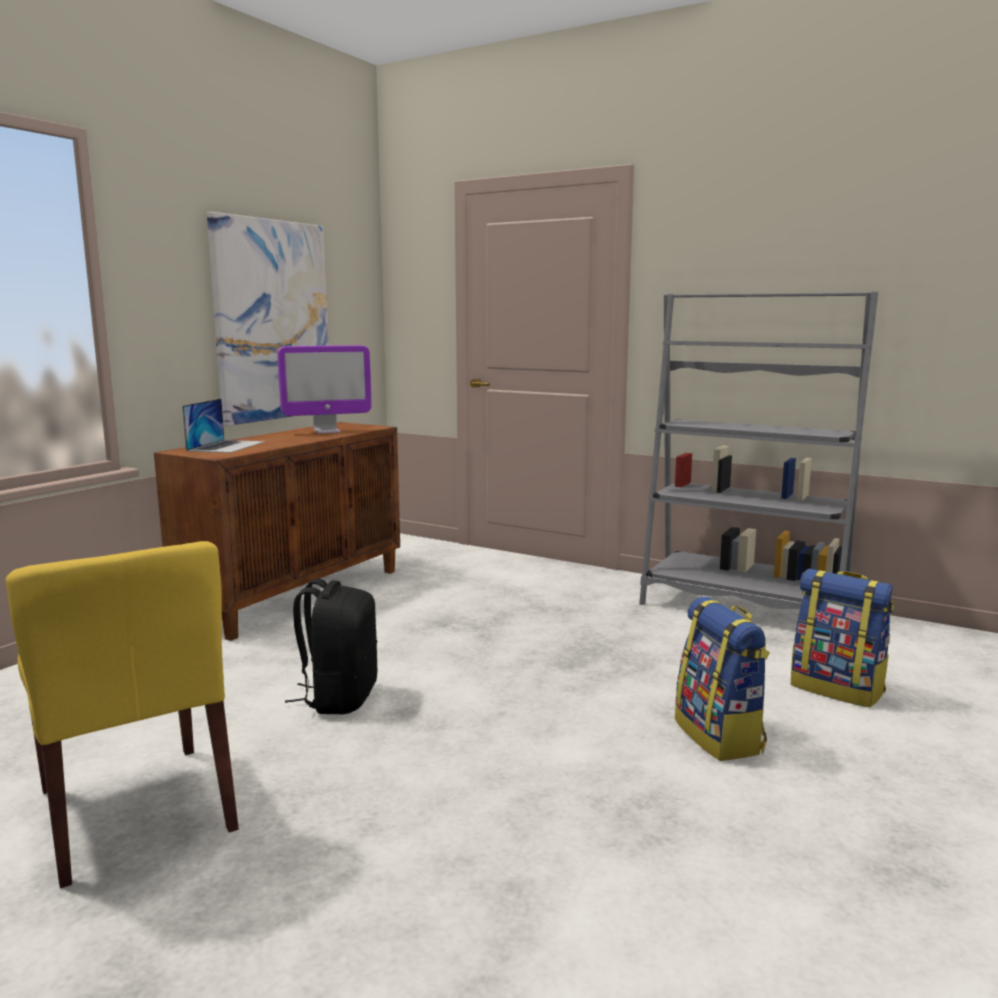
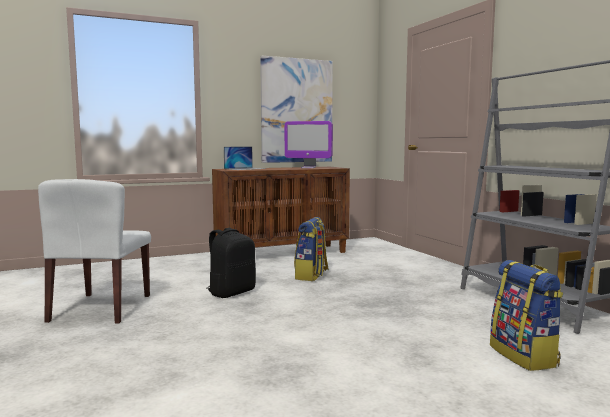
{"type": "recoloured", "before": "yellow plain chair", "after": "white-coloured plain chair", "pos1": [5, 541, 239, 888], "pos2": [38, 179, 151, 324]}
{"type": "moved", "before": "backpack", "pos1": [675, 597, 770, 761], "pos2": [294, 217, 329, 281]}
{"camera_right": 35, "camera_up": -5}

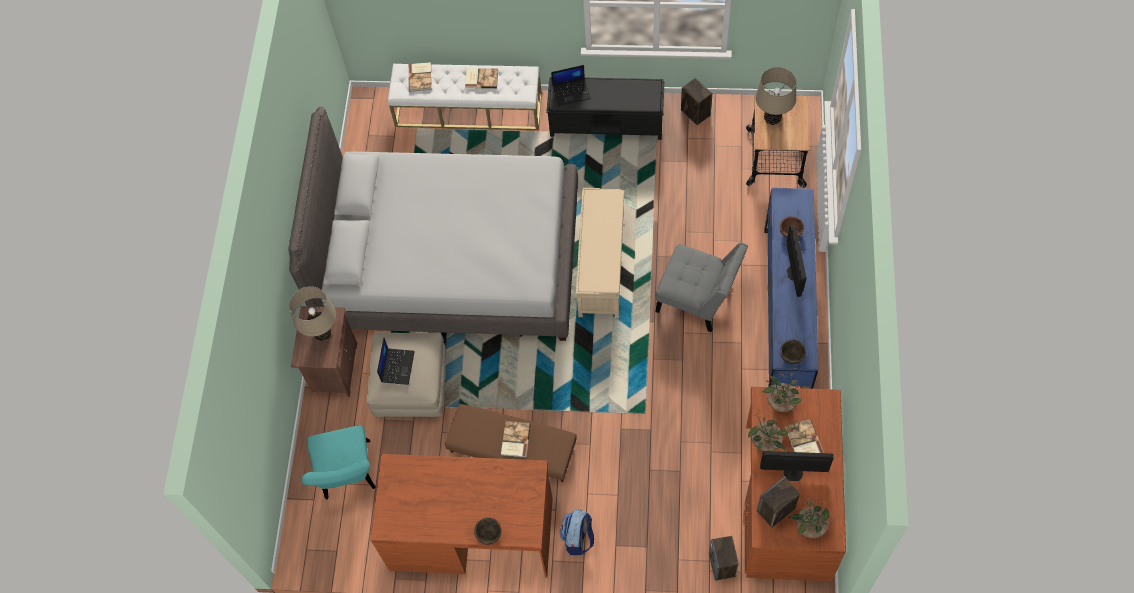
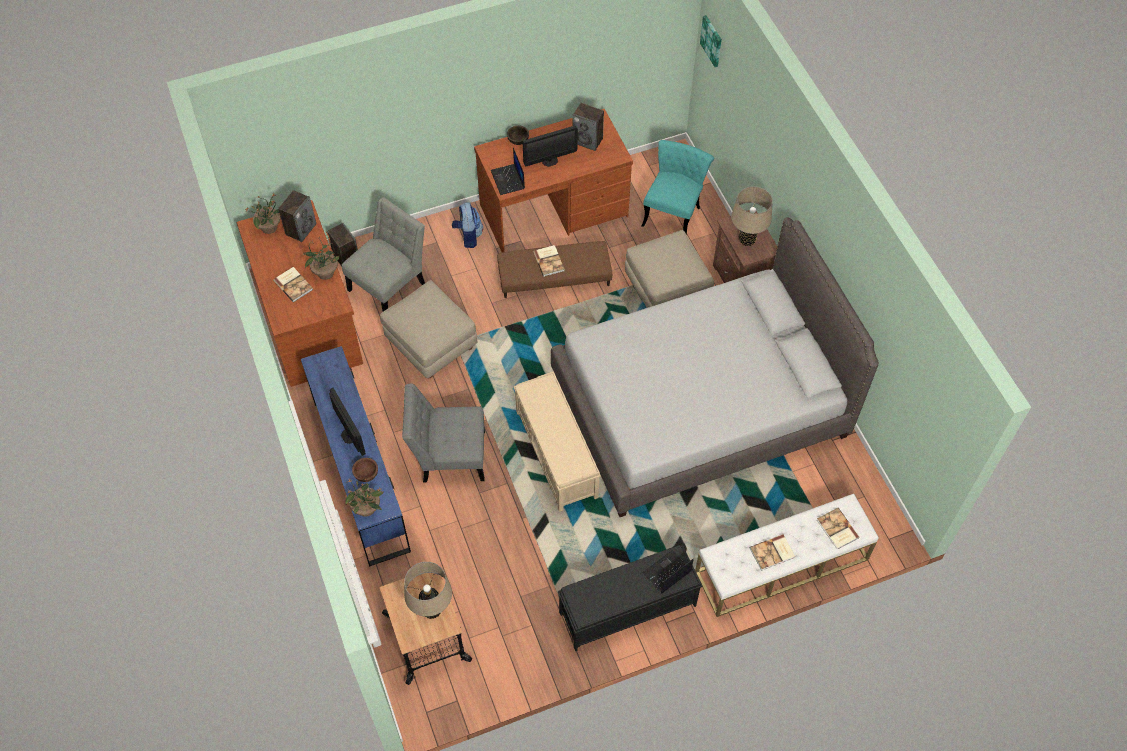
{"type": "moved", "before": "speaker", "pos1": [681, 77, 712, 125], "pos2": [572, 103, 604, 151]}
{"type": "moved", "before": "portable computer", "pos1": [377, 338, 415, 385], "pos2": [491, 148, 525, 195]}
{"type": "removed", "before": "brown serving bowl", "pos1": [780, 340, 806, 364]}
{"type": "moved", "before": "potted plant", "pos1": [762, 372, 802, 412], "pos2": [345, 478, 384, 517]}
{"type": "turned", "before": "turquoise plain chair", "pos1": [302, 426, 376, 499], "pos2": [641, 140, 714, 235], "turn": 60}
{"type": "moved", "before": "computer display", "pos1": [760, 451, 833, 481], "pos2": [523, 126, 578, 167]}
{"type": "added", "after": "wall art", "pos2": [700, 15, 722, 67]}
{"type": "added", "after": "greyish plain chair", "pos2": [342, 197, 425, 312]}
{"type": "added", "after": "sand-coloured pouffe", "pos2": [380, 280, 477, 378]}
{"camera_right": 150, "camera_up": -5}

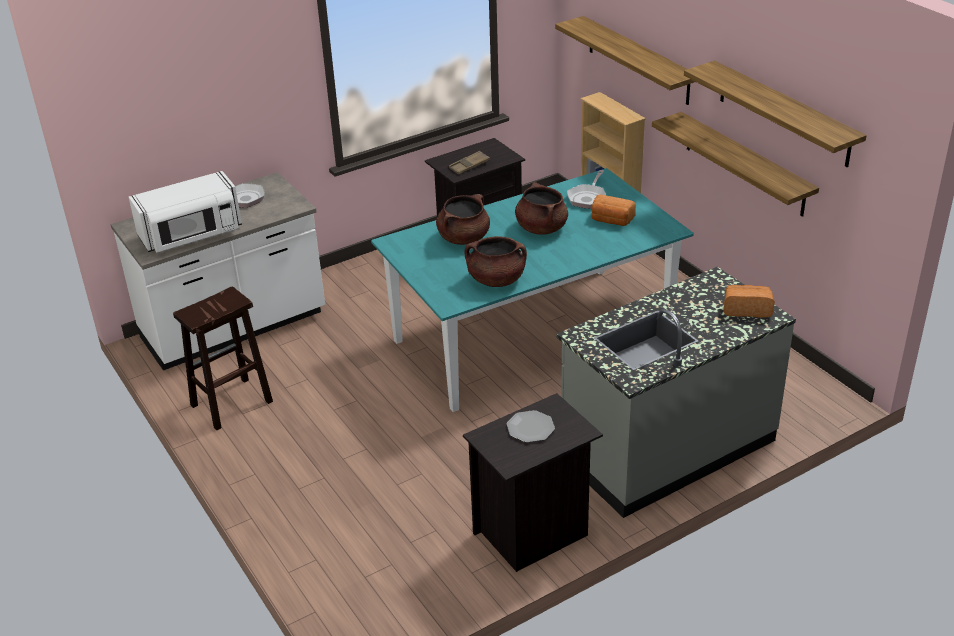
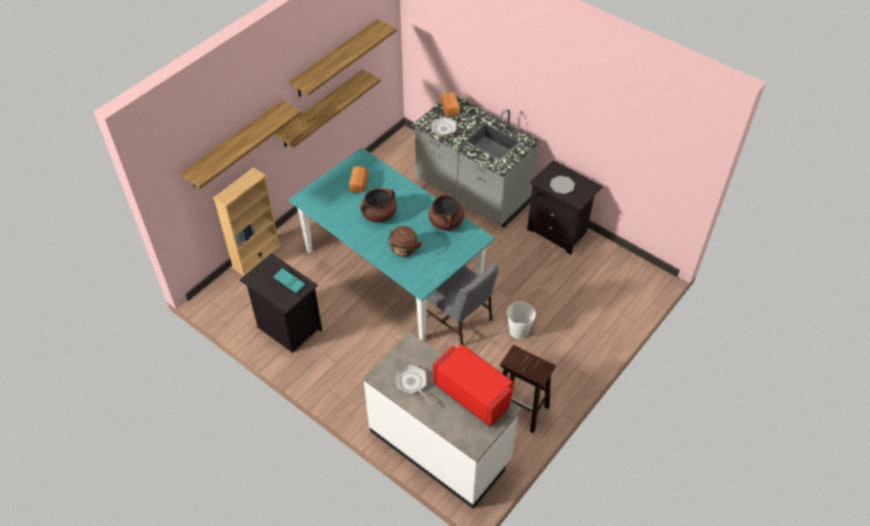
{"type": "recoloured", "before": "brown serving tray", "after": "turquoise serving tray", "pos1": [449, 151, 490, 175], "pos2": [273, 268, 305, 294]}
{"type": "moved", "before": "frying pan", "pos1": [567, 170, 606, 209], "pos2": [413, 117, 456, 137]}
{"type": "recoloured", "before": "white-coloured kitchen microwave", "after": "reddish kitchen microwave", "pos1": [129, 171, 242, 253], "pos2": [433, 345, 514, 427]}
{"type": "replaced", "before": "brown saucepot", "after": "brown tea kettle", "pos1": [436, 194, 490, 245], "pos2": [387, 226, 423, 257]}
{"type": "added", "after": "greyish plain chair", "pos2": [426, 261, 499, 345]}
{"type": "added", "after": "white-coloured pail", "pos2": [507, 301, 536, 339]}
{"camera_right": -110, "camera_up": 15}

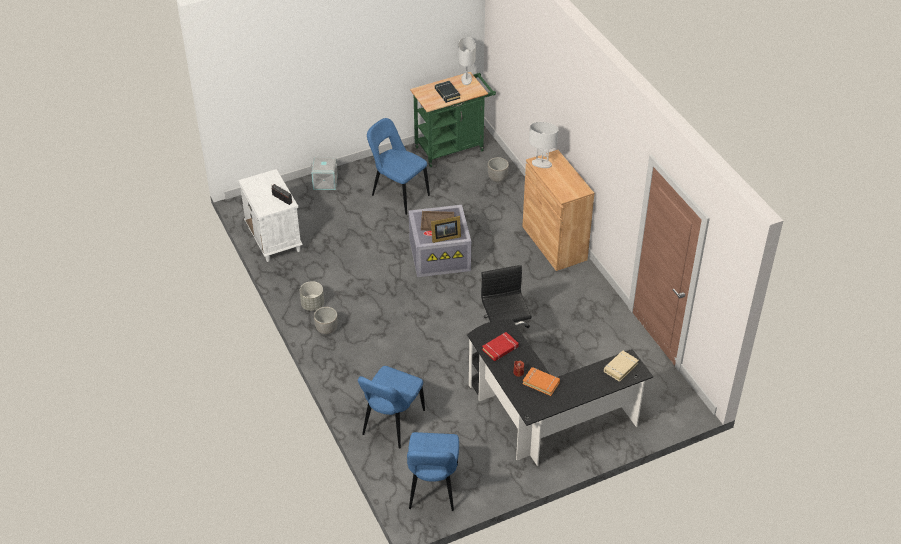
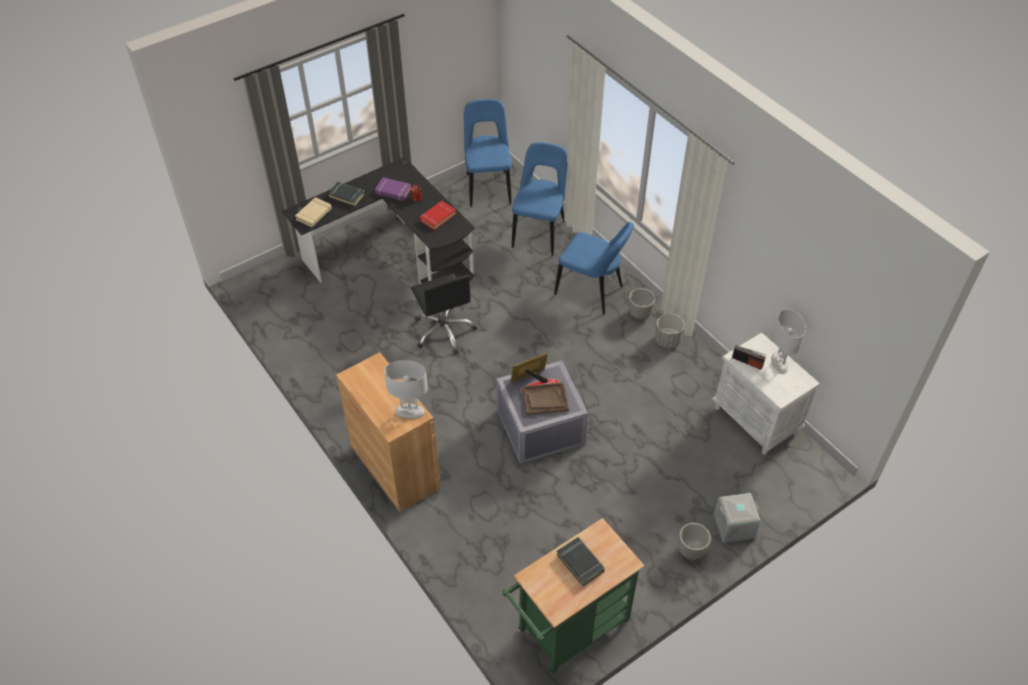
{"type": "moved", "before": "white-coloured tabletop lamp", "pos1": [458, 37, 476, 85], "pos2": [771, 309, 806, 373]}
{"type": "moved", "before": "bluish plain chair", "pos1": [367, 118, 430, 215], "pos2": [554, 222, 634, 315]}
{"type": "moved", "before": "planter", "pos1": [488, 157, 509, 182], "pos2": [678, 523, 711, 560]}
{"type": "recoloured", "before": "orange-coloured volume", "after": "purple-coloured volume", "pos1": [523, 367, 560, 396], "pos2": [375, 177, 411, 201]}
{"type": "added", "after": "blackish volume", "pos2": [327, 182, 365, 207]}
{"camera_right": 170, "camera_up": 5}

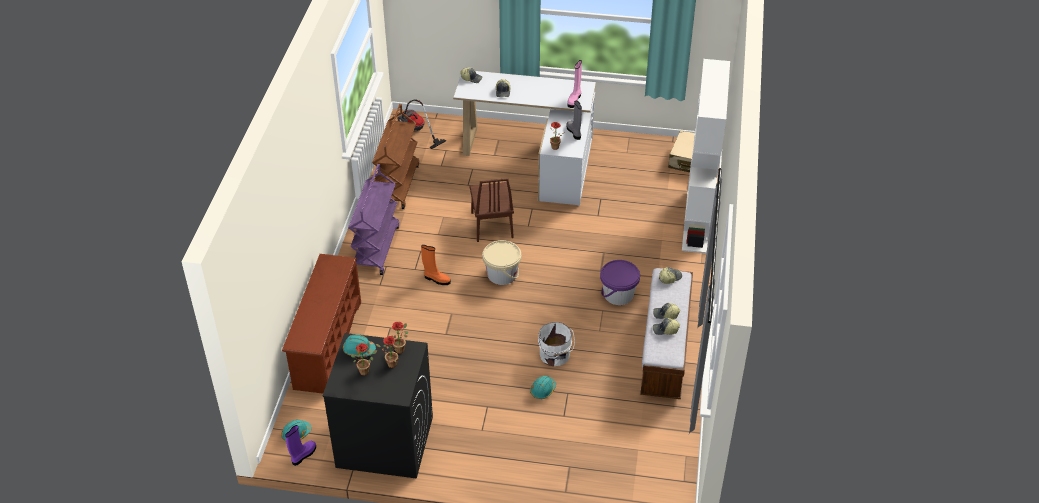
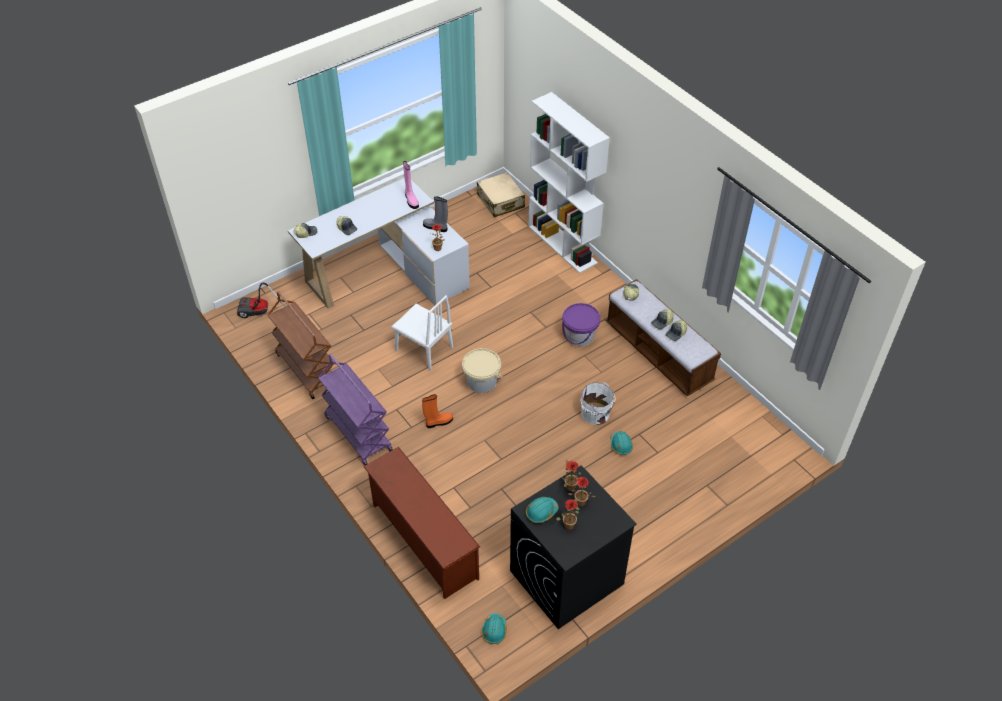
{"type": "recoloured", "before": "brown plain chair", "after": "white-coloured plain chair", "pos1": [469, 178, 514, 242], "pos2": [391, 295, 453, 370]}
{"type": "removed", "before": "purple-coloured tall boot", "pos1": [285, 425, 316, 466]}
{"camera_right": -45, "camera_up": 5}

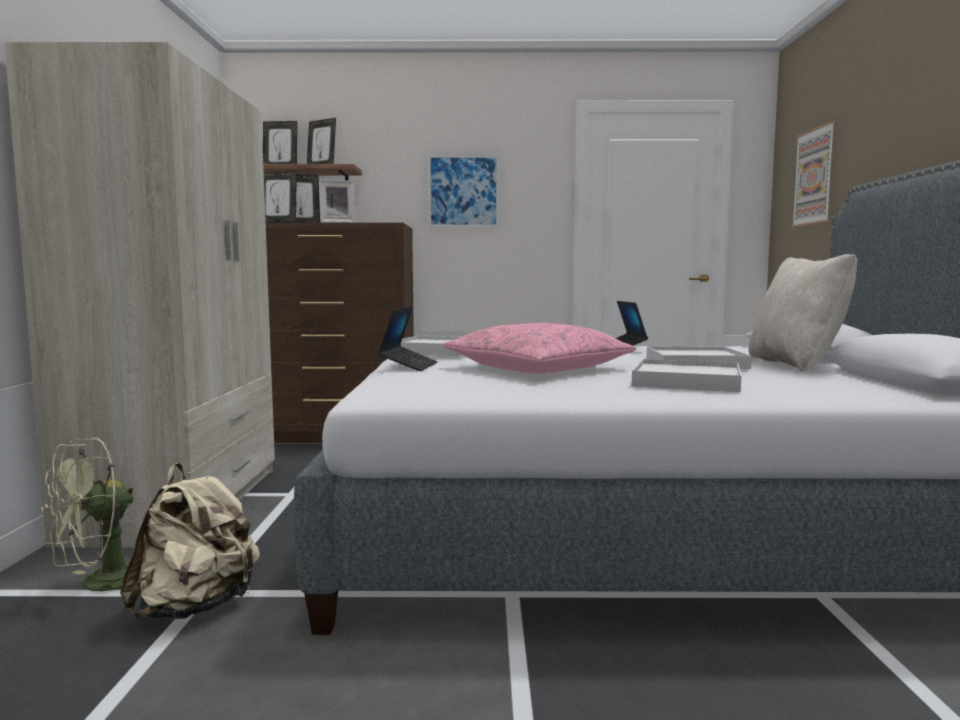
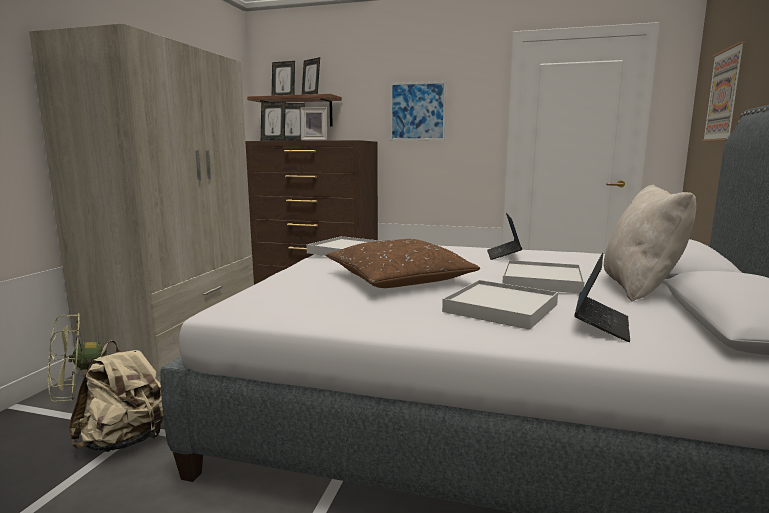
{"type": "moved", "before": "portable computer", "pos1": [378, 306, 438, 371], "pos2": [574, 253, 630, 342]}
{"type": "recoloured", "before": "pink cushion", "after": "brown cushion", "pos1": [442, 323, 636, 374], "pos2": [326, 239, 480, 288]}
{"camera_right": 15, "camera_up": 5}

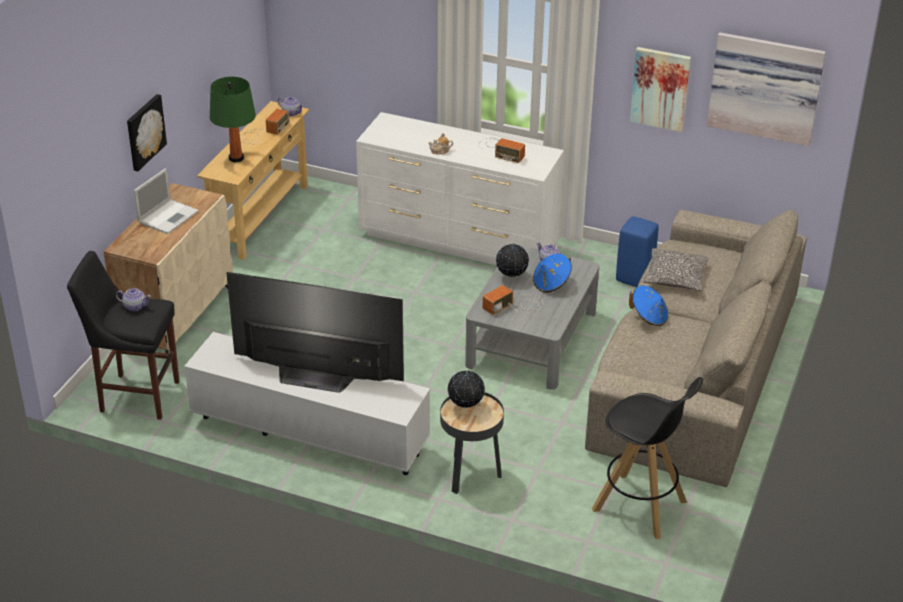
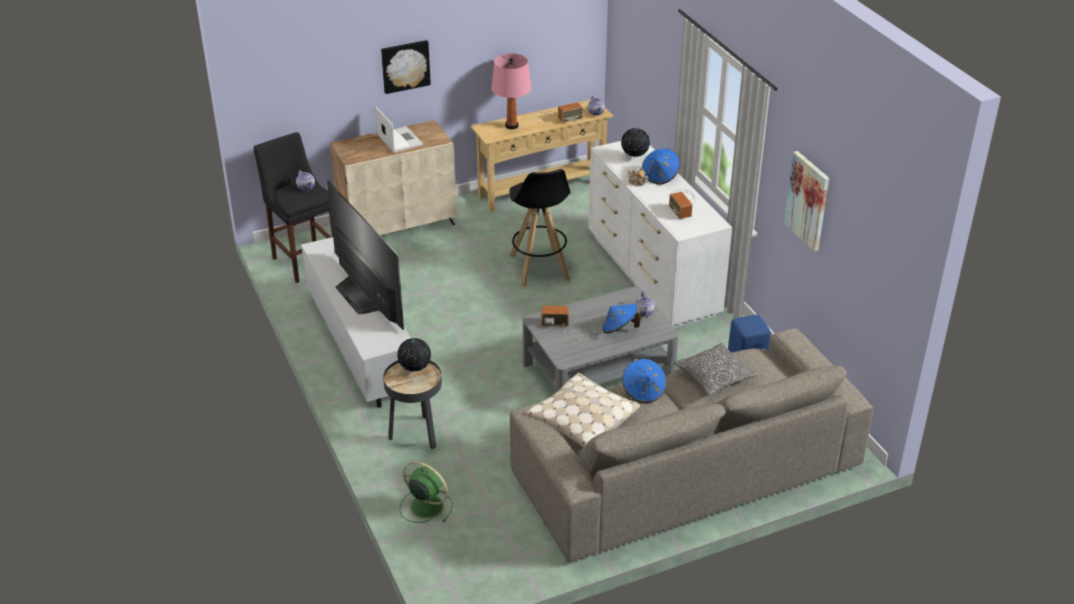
{"type": "removed", "before": "wall art", "pos1": [707, 32, 826, 146]}
{"type": "recoloured", "before": "green tabletop lamp", "after": "pink tabletop lamp", "pos1": [210, 77, 256, 162], "pos2": [491, 53, 531, 129]}
{"type": "turned", "before": "portable computer", "pos1": [134, 168, 199, 234], "pos2": [375, 106, 423, 153], "turn": -105}
{"type": "moved", "before": "globe", "pos1": [496, 243, 529, 278], "pos2": [621, 126, 650, 159]}
{"type": "moved", "before": "blackish stool", "pos1": [592, 377, 703, 539], "pos2": [509, 169, 570, 287]}
{"type": "added", "after": "bluish clothing hat", "pos2": [642, 148, 680, 185]}
{"type": "added", "after": "sand-coloured cushion", "pos2": [525, 373, 640, 447]}
{"type": "added", "after": "green fan", "pos2": [400, 461, 453, 523]}
{"camera_right": 45, "camera_up": 0}

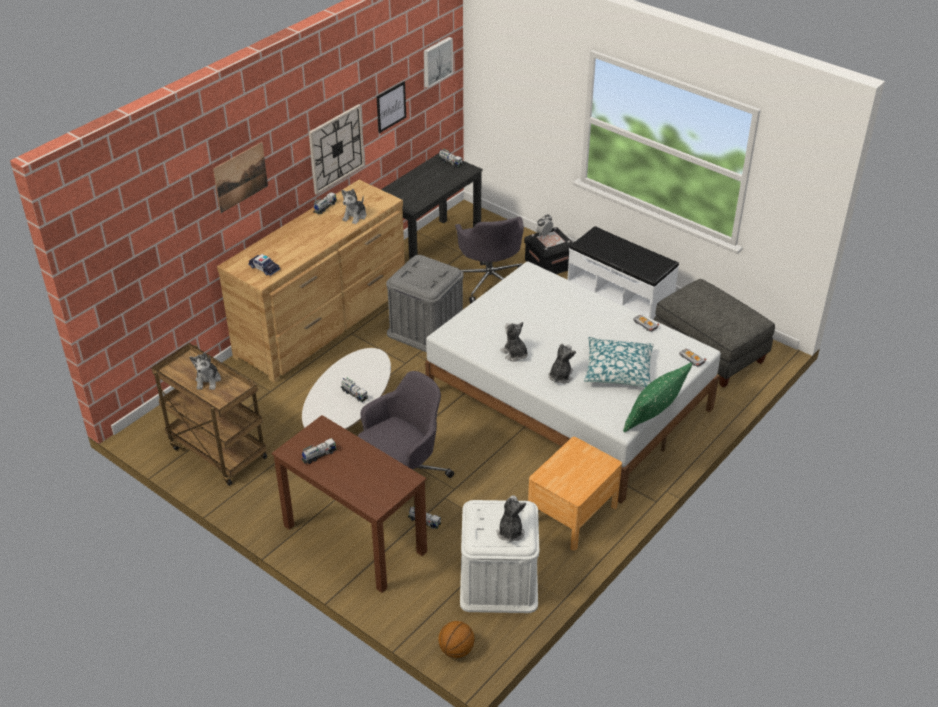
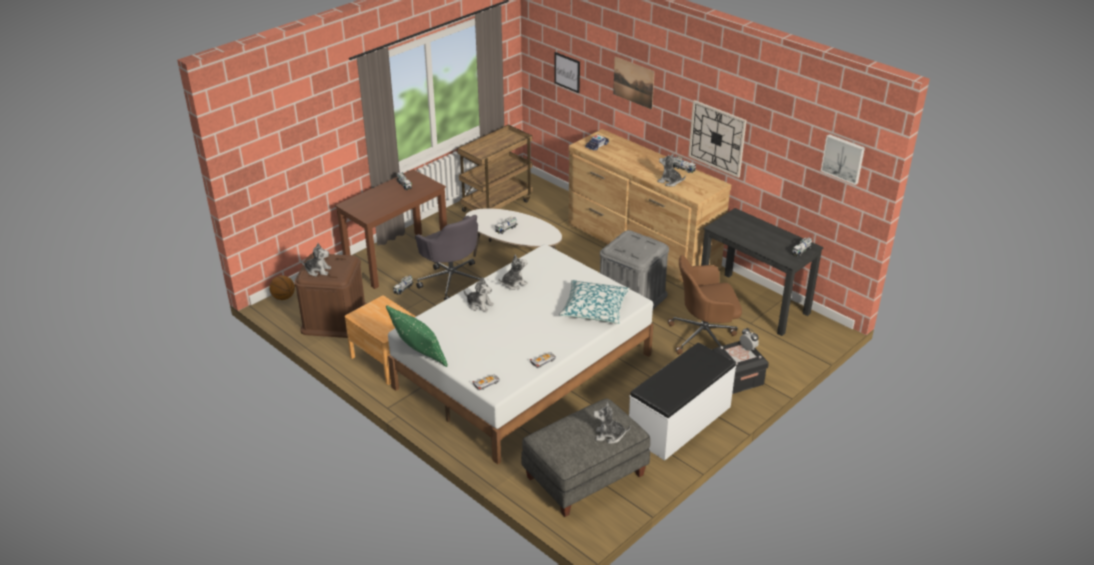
{"type": "moved", "before": "wall art", "pos1": [377, 81, 406, 133], "pos2": [554, 52, 580, 93]}
{"type": "recoloured", "before": "greyish office chair", "after": "brown office chair", "pos1": [455, 217, 524, 303], "pos2": [668, 255, 742, 355]}
{"type": "moved", "before": "cushion", "pos1": [584, 337, 654, 387], "pos2": [559, 280, 630, 324]}
{"type": "moved", "before": "cuddly toy", "pos1": [190, 353, 221, 390], "pos2": [594, 402, 631, 444]}
{"type": "recoloured", "before": "white-coloured storage box", "after": "brown storage box", "pos1": [460, 500, 539, 613], "pos2": [294, 253, 367, 338]}
{"camera_right": 95, "camera_up": -5}

